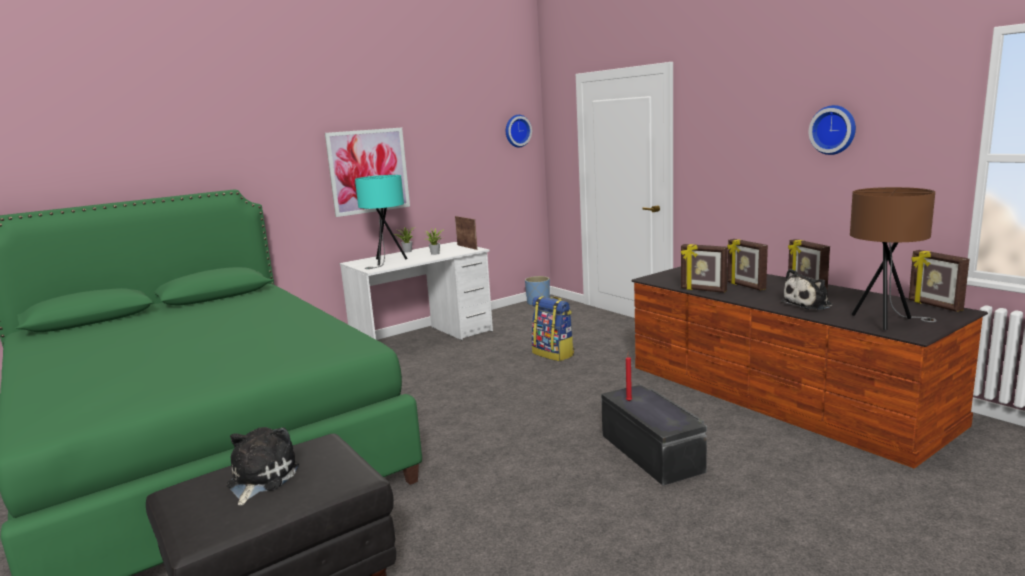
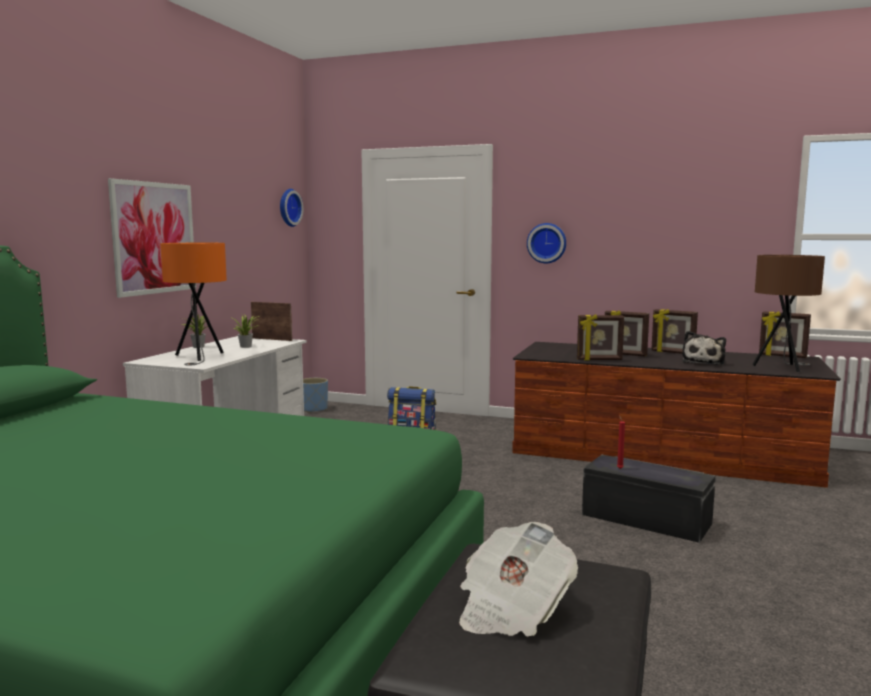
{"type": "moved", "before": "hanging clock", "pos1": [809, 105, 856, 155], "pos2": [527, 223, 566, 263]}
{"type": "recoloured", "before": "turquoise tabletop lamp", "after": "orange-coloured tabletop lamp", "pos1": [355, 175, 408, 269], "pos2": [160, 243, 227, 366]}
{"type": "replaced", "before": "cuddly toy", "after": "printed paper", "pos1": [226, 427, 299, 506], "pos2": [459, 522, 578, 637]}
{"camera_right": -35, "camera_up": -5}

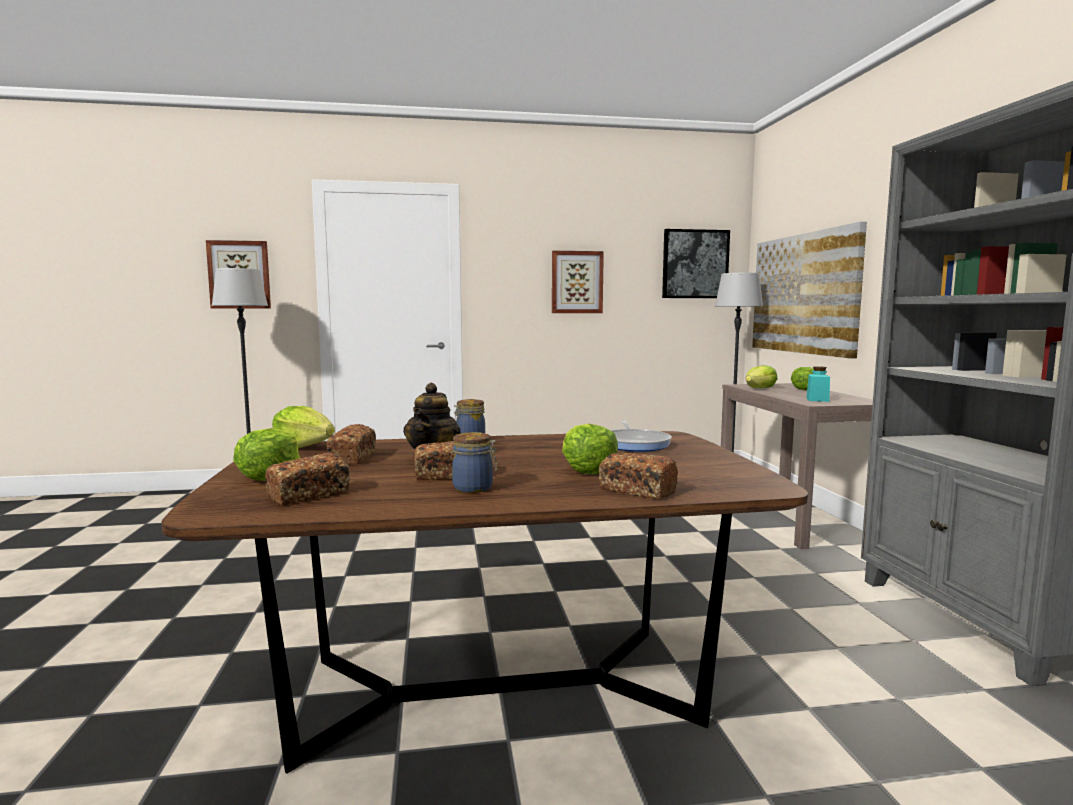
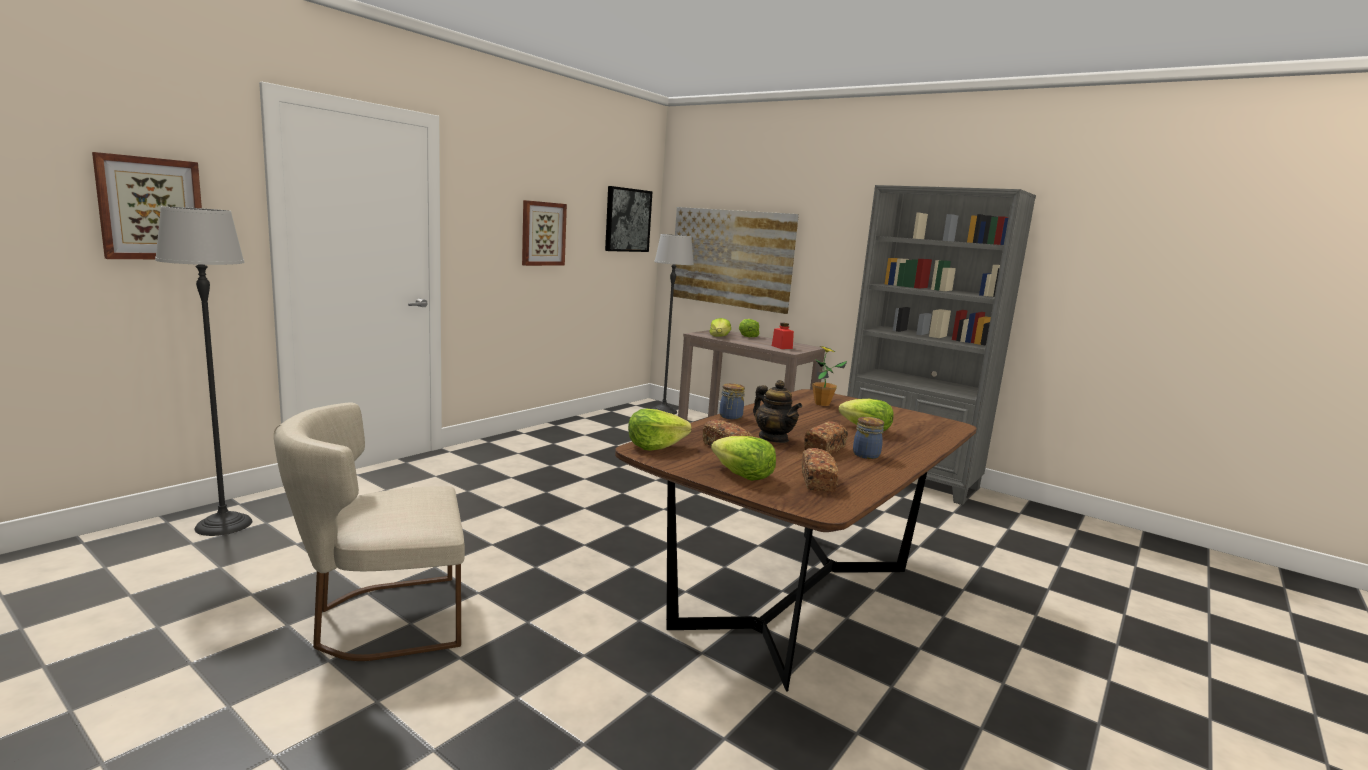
{"type": "recoloured", "before": "turquoise storage jar", "after": "reddish storage jar", "pos1": [806, 366, 830, 402], "pos2": [772, 323, 794, 349]}
{"type": "replaced", "before": "frying pan", "after": "potted plant", "pos1": [610, 421, 672, 452], "pos2": [812, 346, 847, 406]}
{"type": "removed", "before": "bread", "pos1": [599, 453, 678, 499]}
{"type": "added", "after": "sand-coloured plain chair", "pos2": [274, 403, 465, 661]}
{"camera_right": -45, "camera_up": 5}

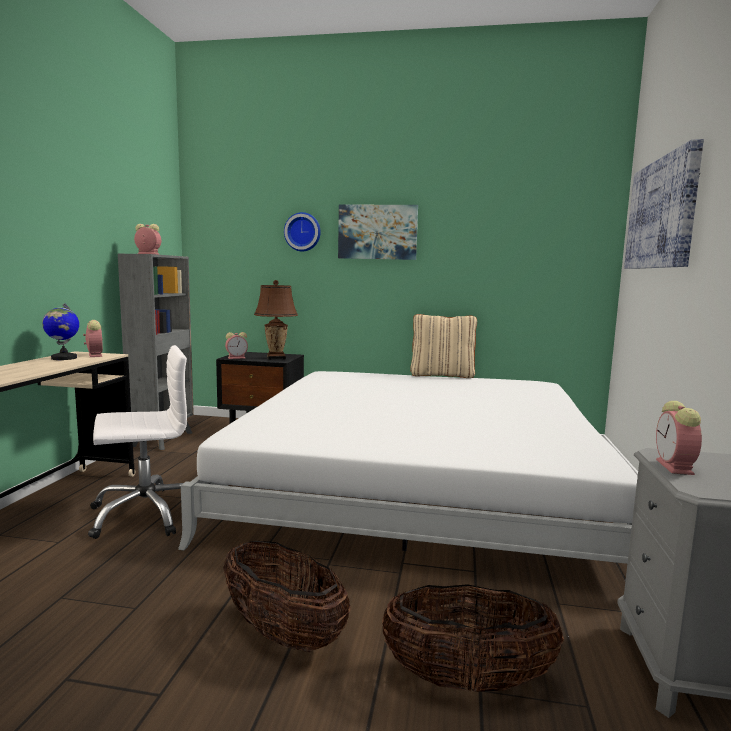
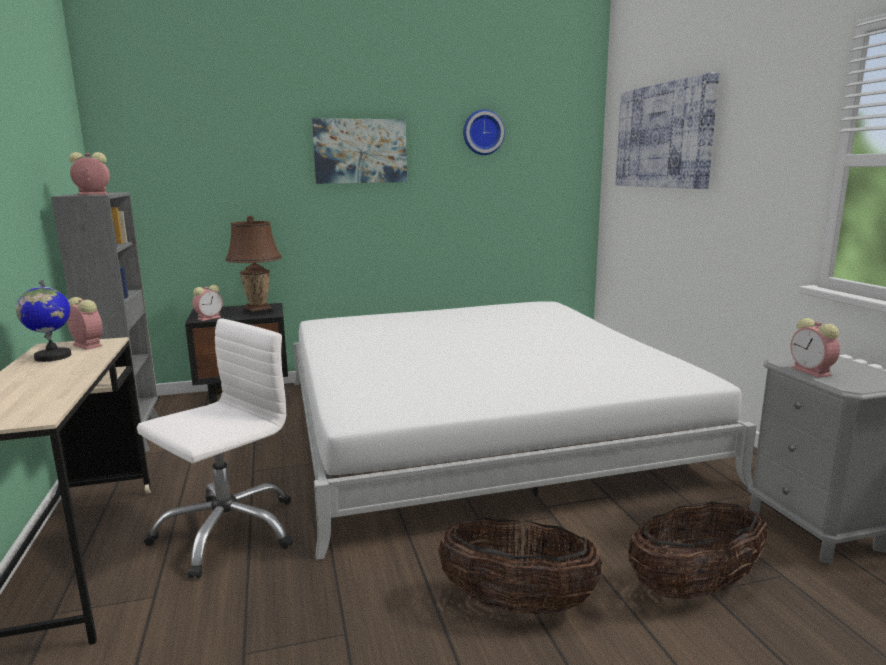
{"type": "moved", "before": "hanging clock", "pos1": [284, 212, 321, 252], "pos2": [463, 109, 505, 155]}
{"type": "removed", "before": "sand-coloured cushion", "pos1": [410, 314, 477, 378]}
{"camera_right": -25, "camera_up": 5}

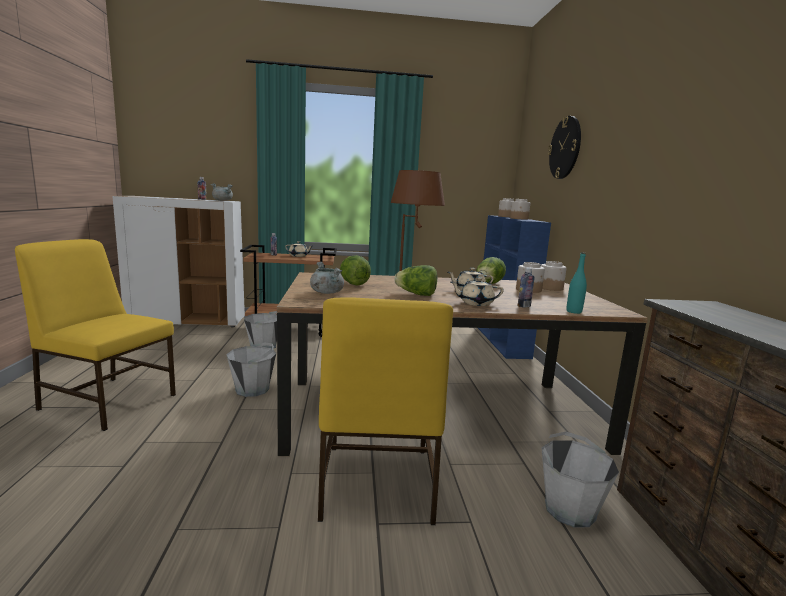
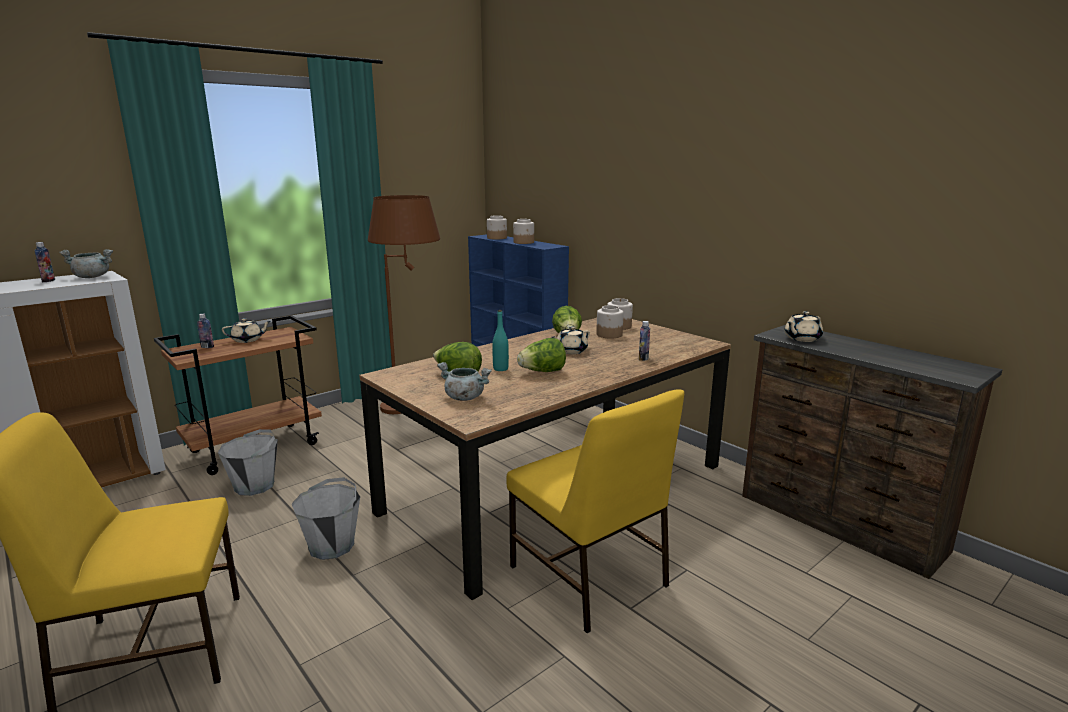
{"type": "removed", "before": "hanging clock", "pos1": [548, 116, 581, 179]}
{"type": "moved", "before": "turquoise drink bottle", "pos1": [567, 252, 587, 314], "pos2": [492, 310, 509, 371]}
{"type": "moved", "before": "sand-coloured teapot", "pos1": [451, 277, 504, 306], "pos2": [784, 311, 823, 342]}
{"type": "removed", "before": "greyish pail", "pos1": [541, 432, 619, 528]}
{"camera_right": -35, "camera_up": 5}

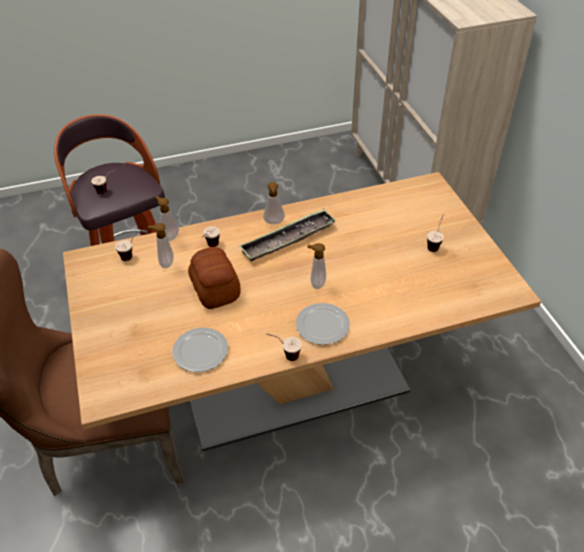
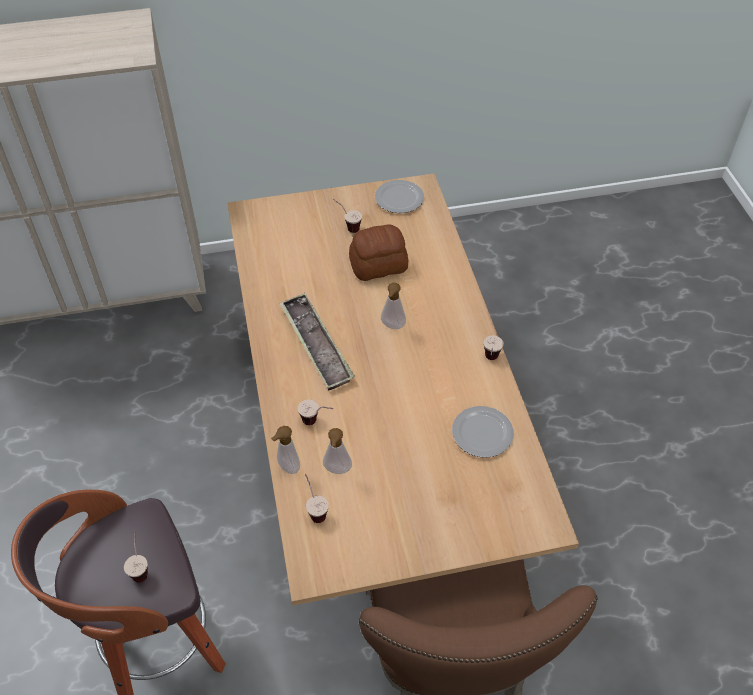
{"type": "removed", "before": "soap bottle", "pos1": [263, 182, 285, 225]}
{"type": "moved", "before": "bread", "pos1": [188, 247, 241, 309], "pos2": [349, 224, 408, 281]}
{"type": "moved", "before": "plate", "pos1": [296, 303, 350, 345], "pos2": [375, 180, 424, 213]}
{"camera_right": -85, "camera_up": 5}

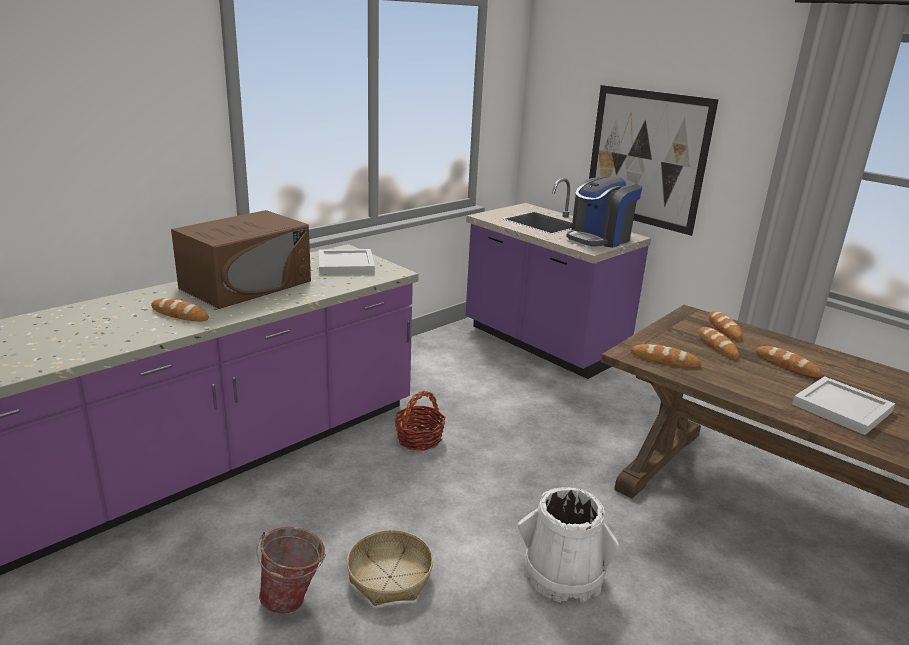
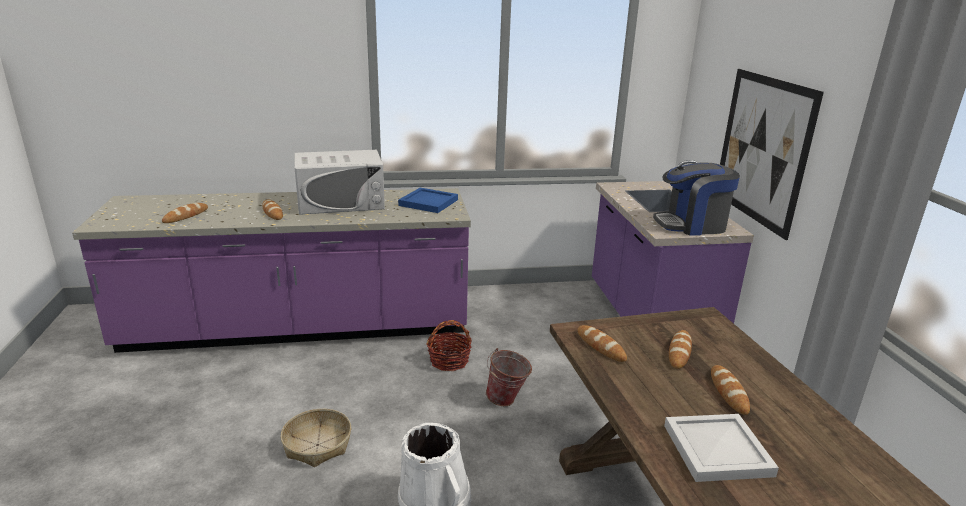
{"type": "recoloured", "before": "brown kitchen microwave", "after": "white-coloured kitchen microwave", "pos1": [171, 210, 311, 309], "pos2": [295, 150, 385, 215]}
{"type": "recoloured", "before": "white-coloured serving tray", "after": "bluish serving tray", "pos1": [319, 249, 375, 275], "pos2": [398, 188, 458, 213]}
{"type": "moved", "before": "bread", "pos1": [709, 311, 742, 340], "pos2": [162, 203, 208, 223]}
{"type": "moved", "before": "pail", "pos1": [256, 527, 326, 614], "pos2": [486, 348, 532, 406]}
{"camera_right": 35, "camera_up": 0}

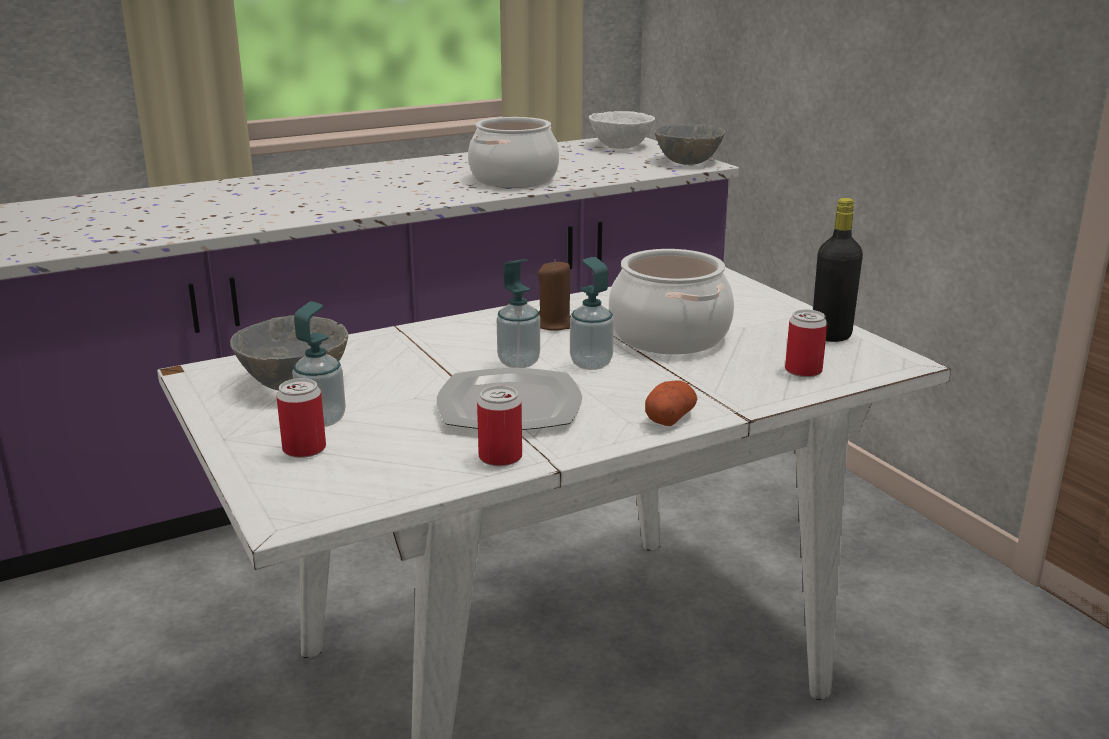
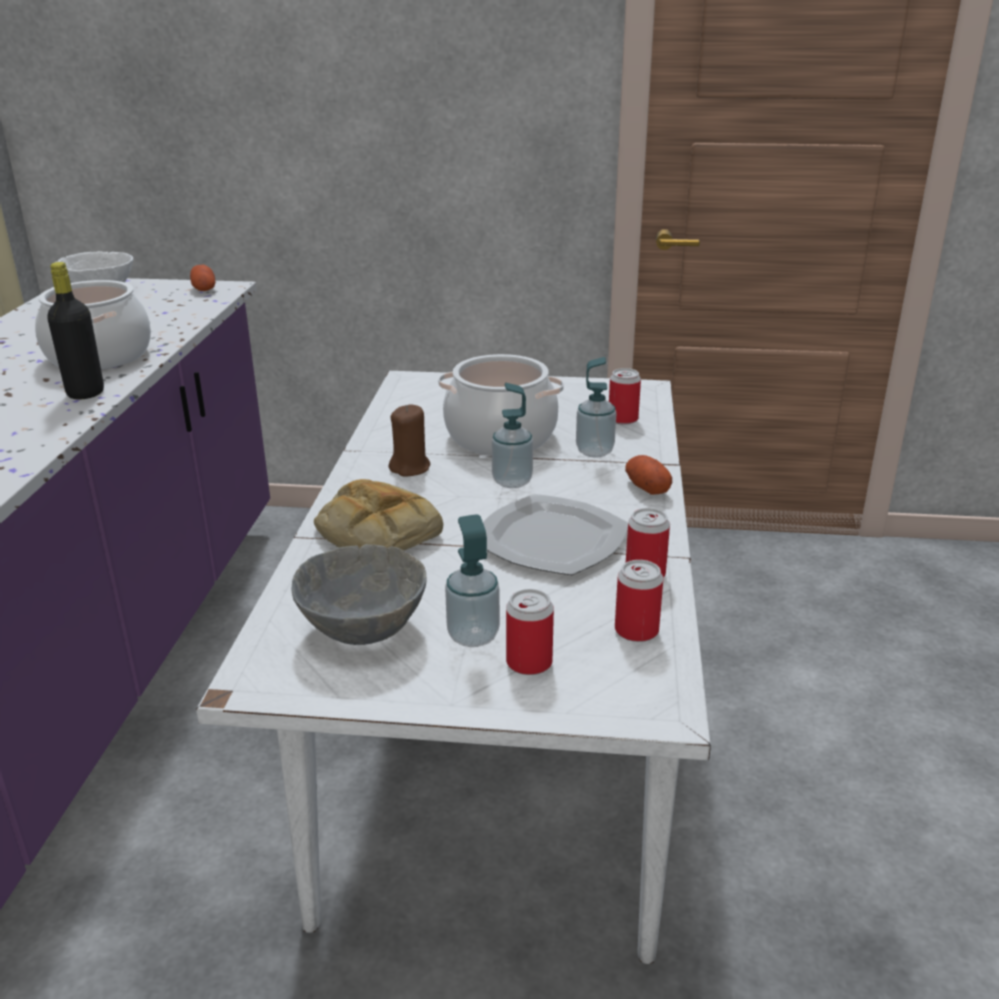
{"type": "replaced", "before": "greyish serving bowl", "after": "whole potato", "pos1": [655, 124, 725, 165], "pos2": [190, 265, 215, 291]}
{"type": "moved", "before": "blackish drink bottle", "pos1": [813, 198, 863, 342], "pos2": [47, 262, 104, 399]}
{"type": "moved", "before": "soap bottle", "pos1": [497, 259, 540, 368], "pos2": [576, 357, 616, 458]}
{"type": "added", "after": "bread", "pos2": [314, 479, 443, 551]}
{"type": "added", "after": "sealed can", "pos2": [615, 560, 664, 642]}
{"camera_right": -55, "camera_up": 5}

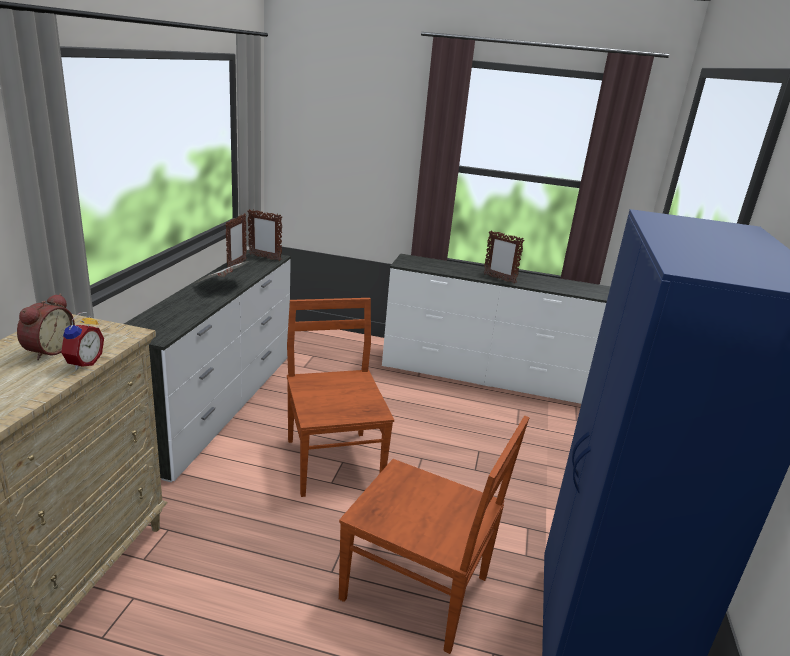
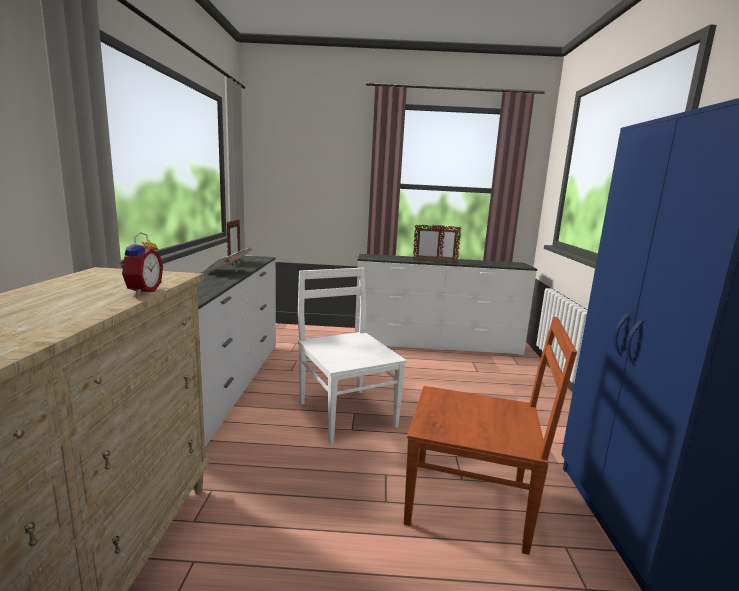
{"type": "moved", "before": "photo frame", "pos1": [247, 209, 282, 261], "pos2": [413, 224, 445, 262]}
{"type": "removed", "before": "alarm clock", "pos1": [17, 294, 75, 360]}
{"type": "recoloured", "before": "brown plain chair", "after": "white-coloured plain chair", "pos1": [287, 298, 394, 497], "pos2": [298, 268, 407, 444]}
{"camera_right": -10, "camera_up": -10}

